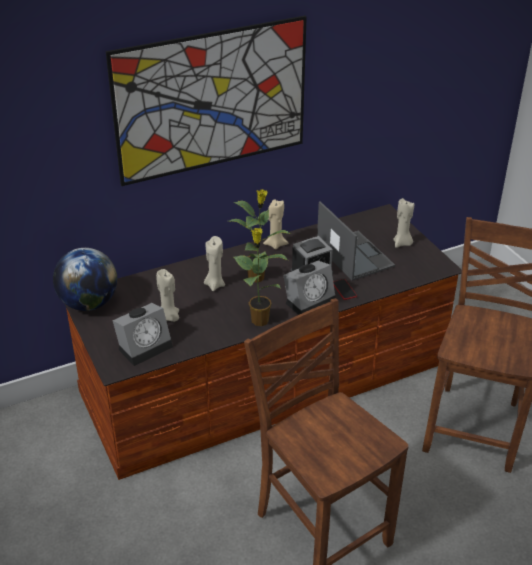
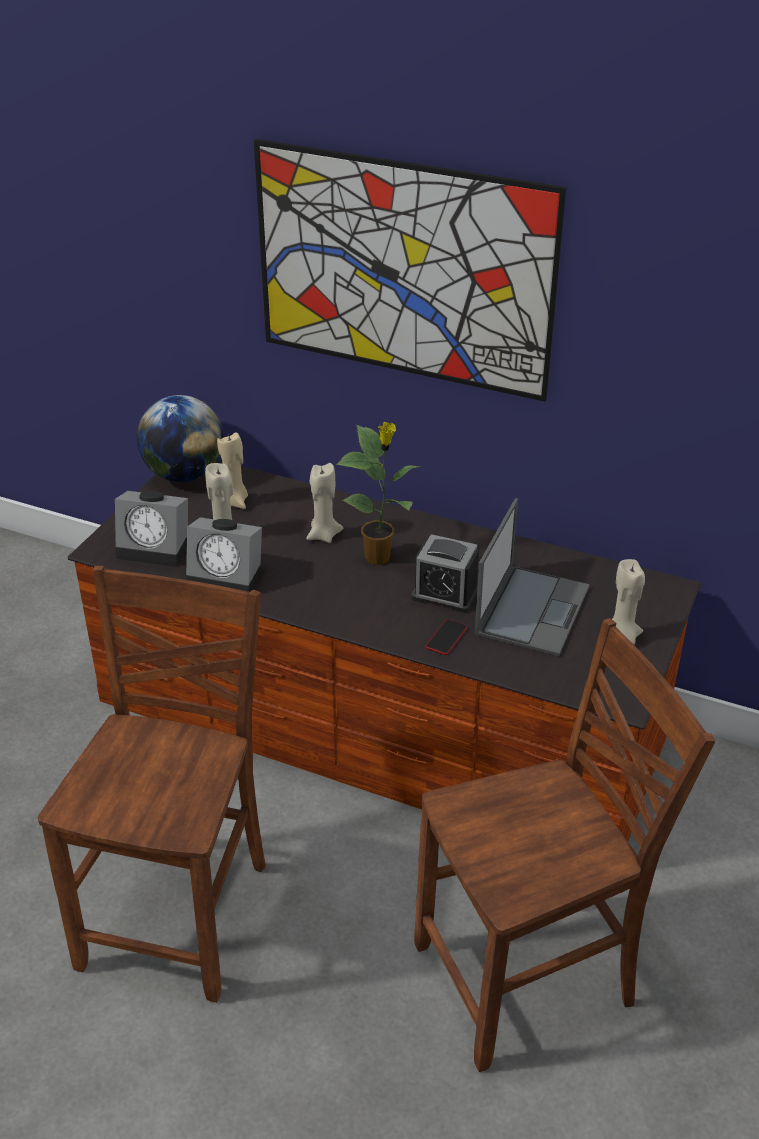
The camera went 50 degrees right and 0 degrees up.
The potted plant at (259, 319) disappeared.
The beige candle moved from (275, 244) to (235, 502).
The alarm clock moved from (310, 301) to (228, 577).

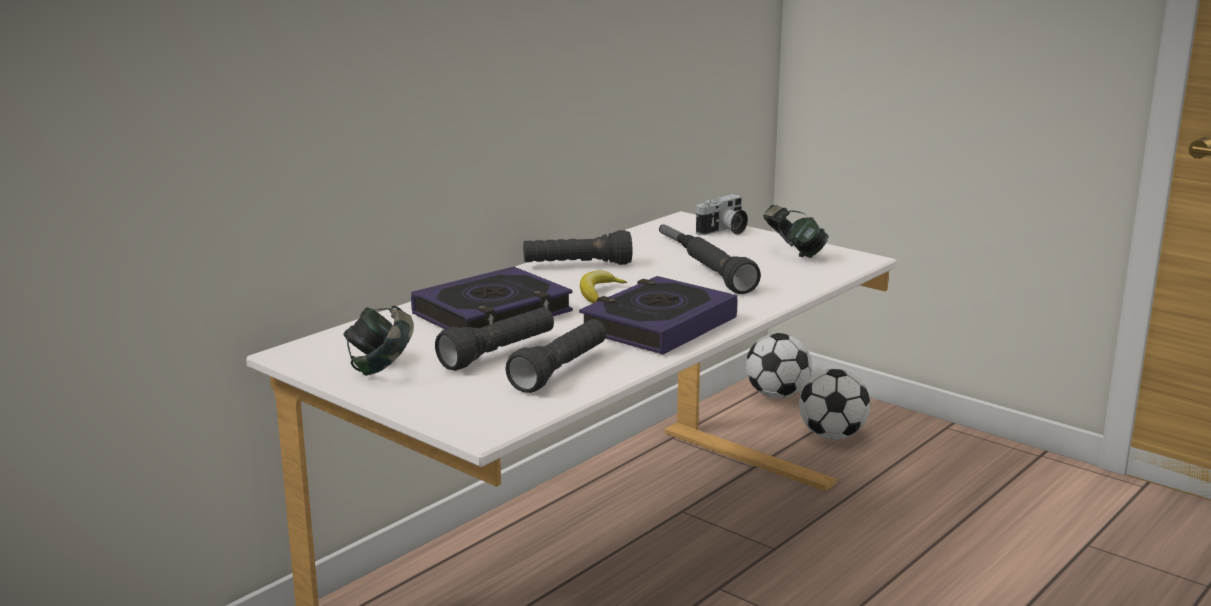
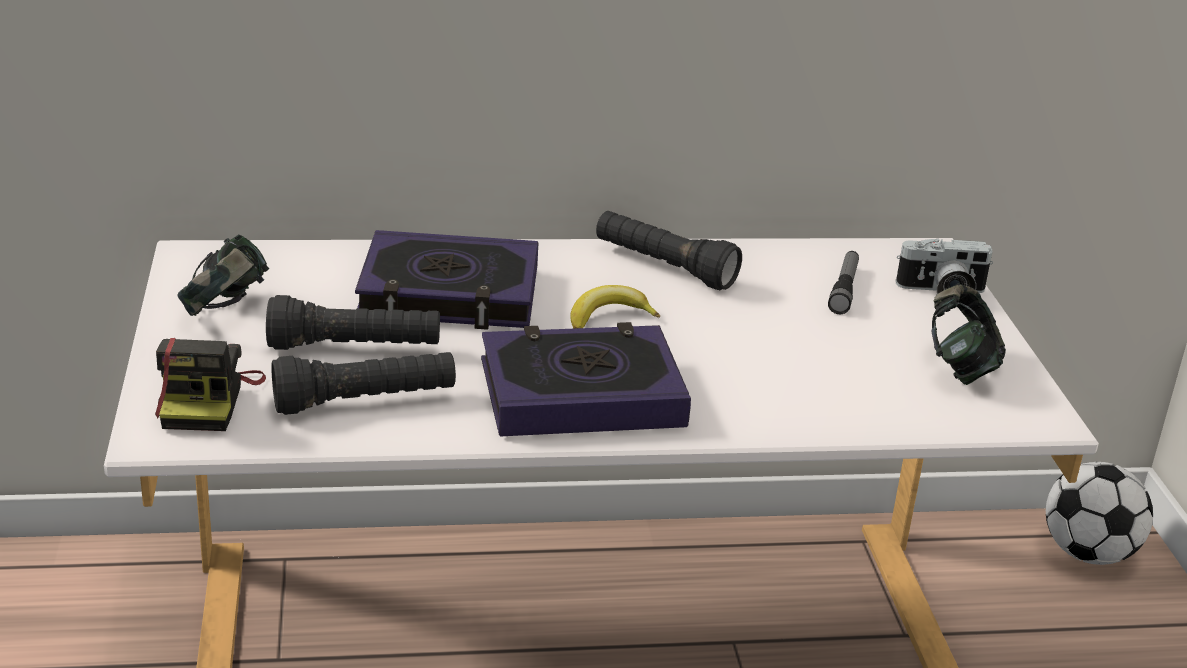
The camera went 40 degrees right and 10 degrees up.
The black flashlight at (719, 278) disappeared.
The football at (832, 436) disappeared.
The photo camera at (207, 400) appeared.

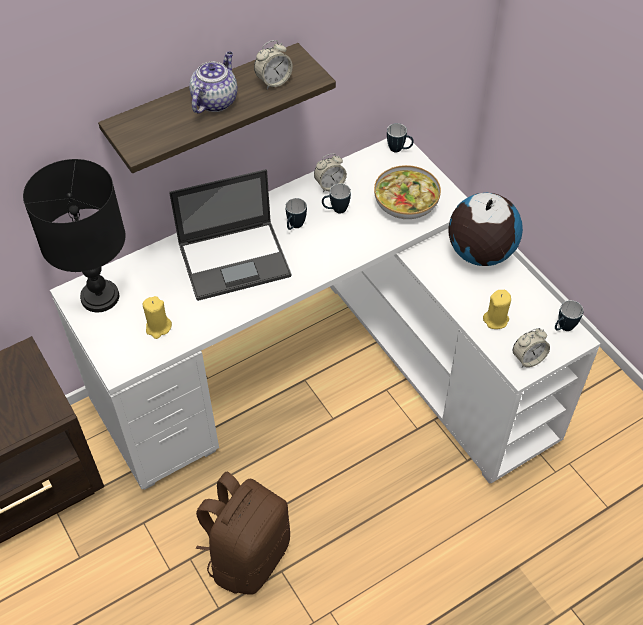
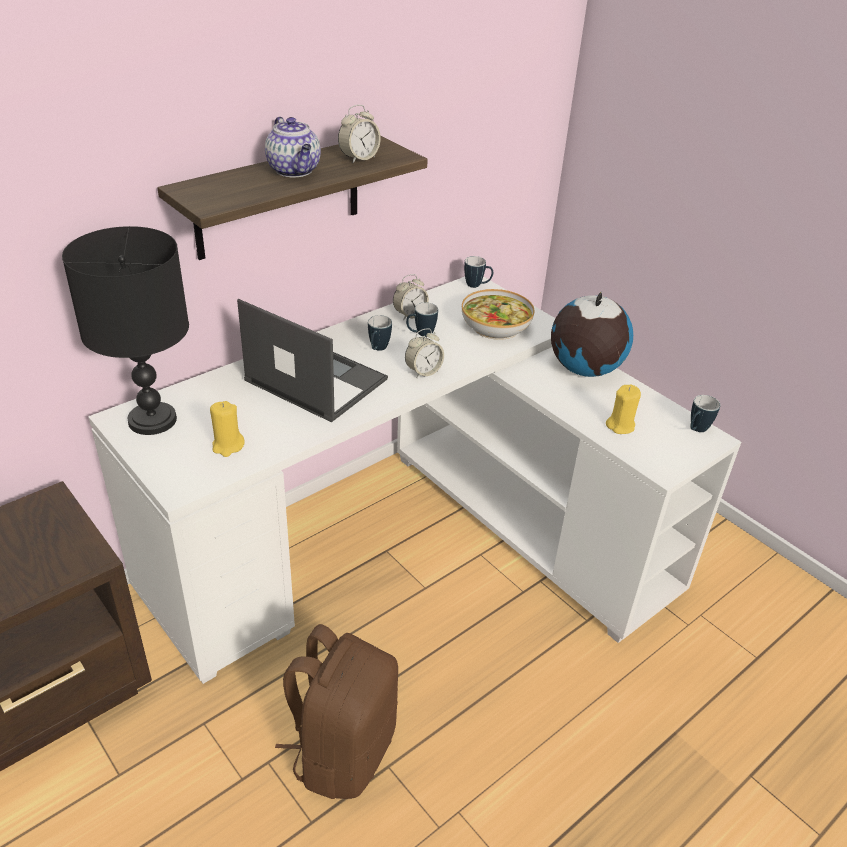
The camera went 10 degrees left and 15 degrees down.
The alarm clock moved from (528, 359) to (423, 371).
The laptop at (235, 259) turned 120 degrees counterclockwise.
The teapot at (215, 101) turned 135 degrees clockwise.

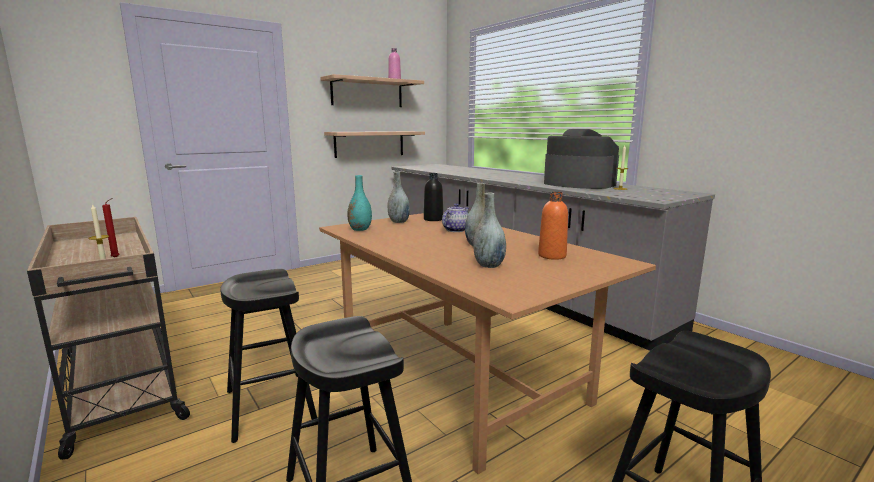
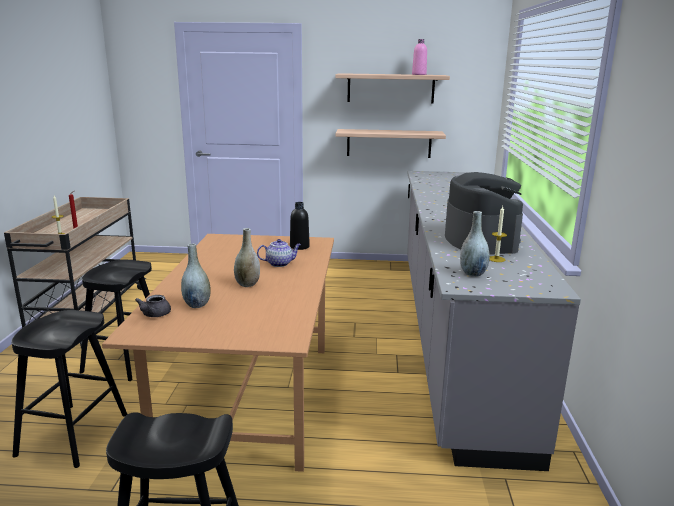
The camera went 40 degrees right and 5 degrees up.
The turquoise vase at (360, 229) disappeared.
The orange bottle at (552, 256) disappeared.
The grey teapot at (154, 315) appeared.
The grey vase moved from (399, 221) to (473, 273).

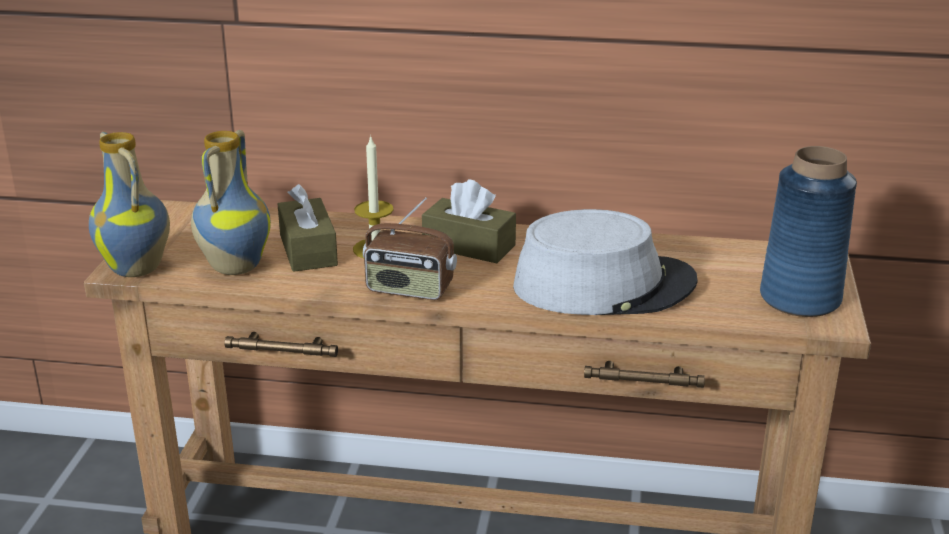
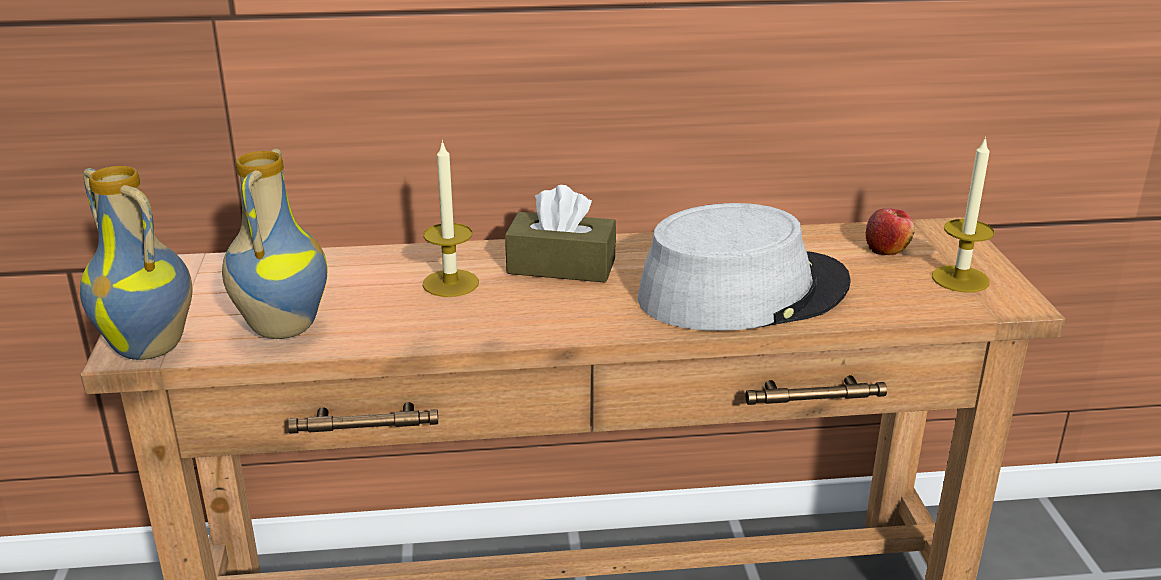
The camera went 15 degrees left and 0 degrees up.
The brown tissue box at (308, 250) disappeared.
The radio at (409, 290) disappeared.
The apple at (887, 249) appeared.
The blue vase at (799, 298) was replaced by the candle at (960, 279).

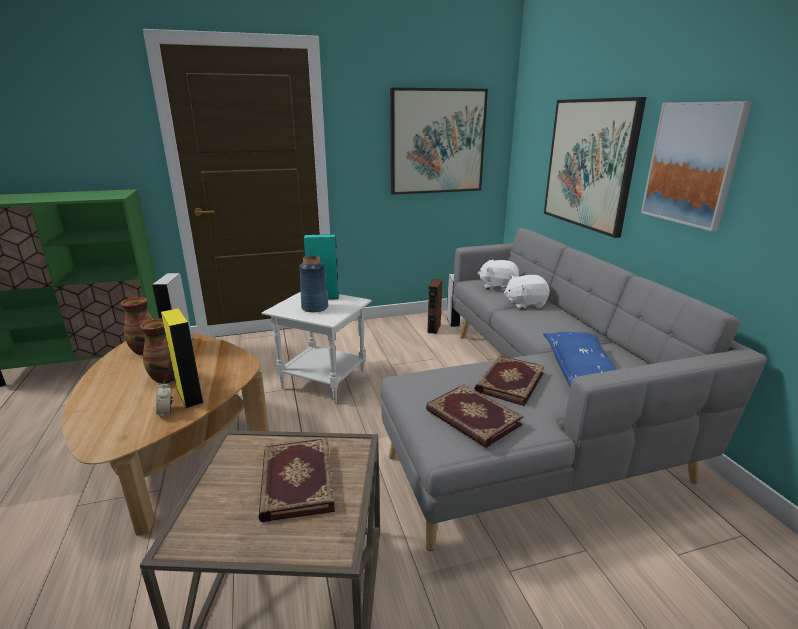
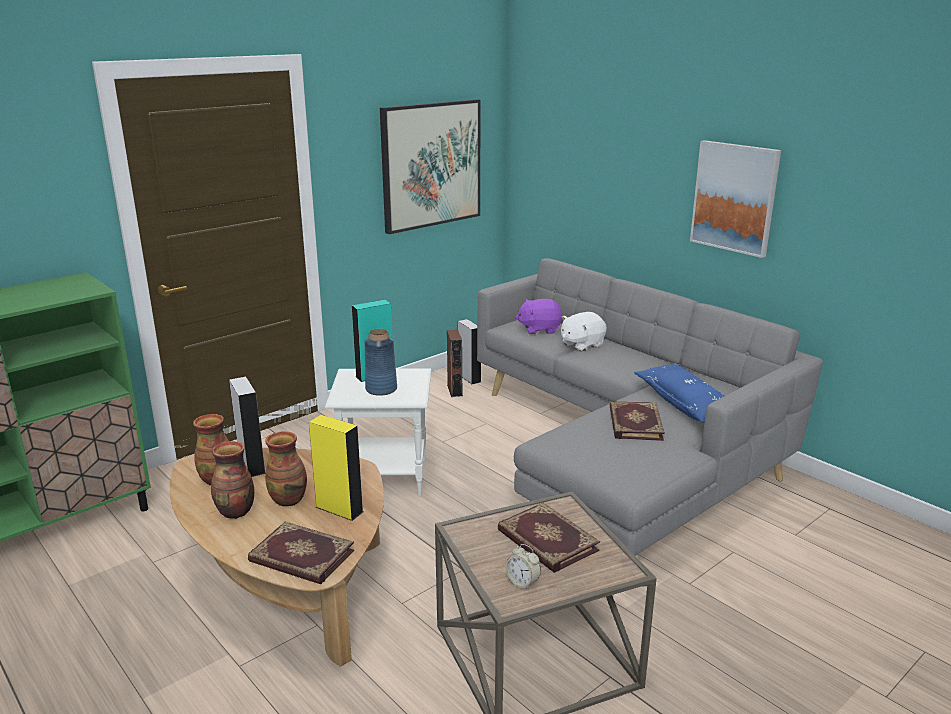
The camera went 25 degrees left and 0 degrees up.
The picture at (589, 164) disappeared.
The vase at (235, 512) appeared.
The alarm clock moved from (166, 412) to (522, 582).
The book moved from (472, 418) to (301, 557).
The white plush toy at (498, 287) became the purple plush toy at (539, 329).

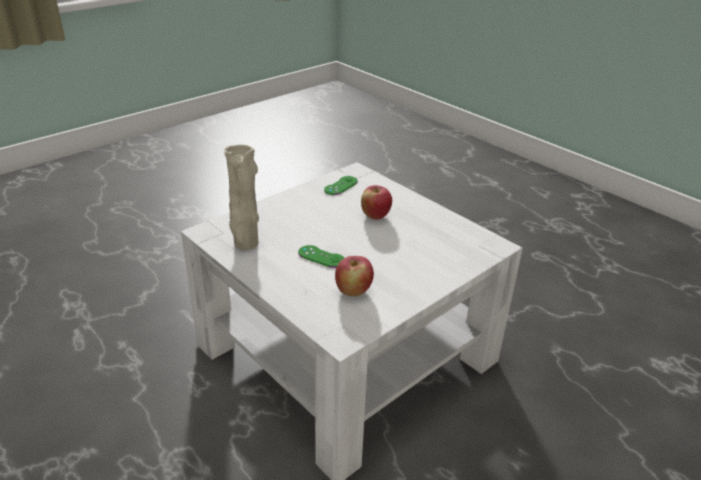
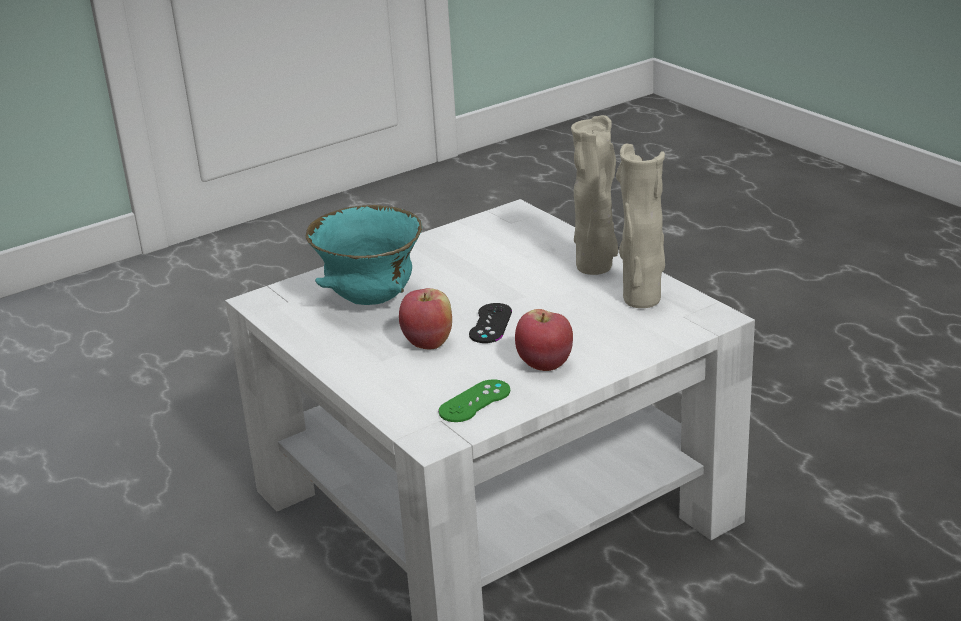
The camera went 170 degrees left and 5 degrees down.
The green game controller at (321, 257) disappeared.
The turquoise bowl at (371, 300) appeared.
The black game controller at (490, 323) appeared.
The beige vase at (596, 268) appeared.
The apple moved from (353, 291) to (545, 365).

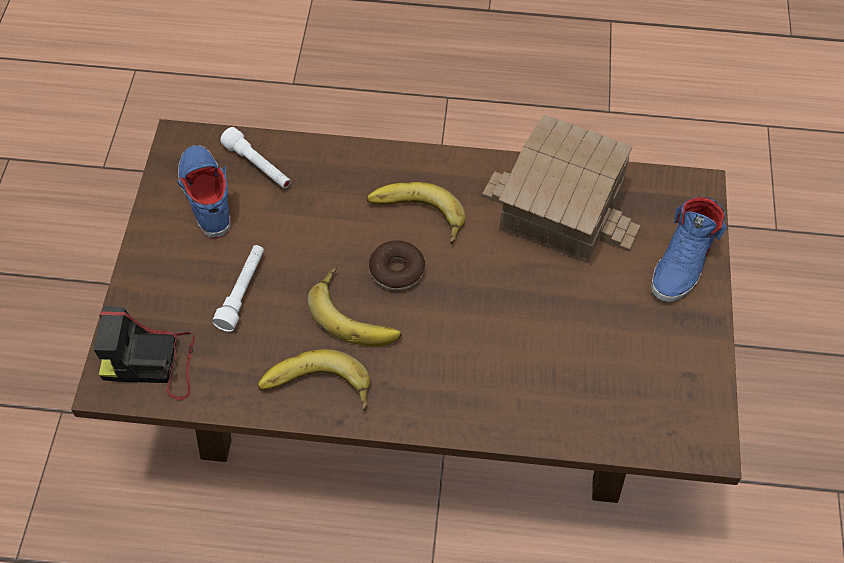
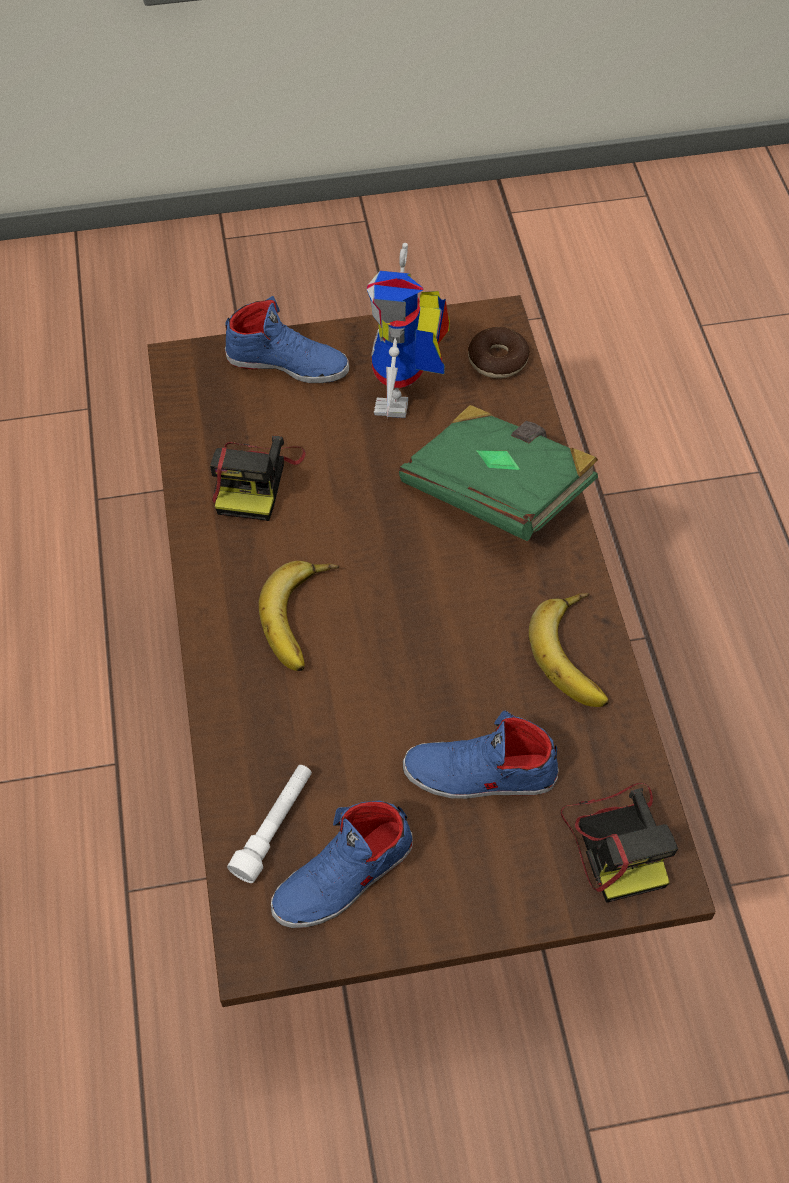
The camera went 105 degrees left and 0 degrees up.
The banana at (357, 313) disappeared.
The toy robot at (405, 398) appeared.
The green book at (497, 492) appeared.
The donut moved from (397, 270) to (498, 360).
The white flashlight at (242, 292) was replaced by the blue shoe at (479, 775).
The toy house at (559, 214) was replaced by the photo camera at (255, 479).

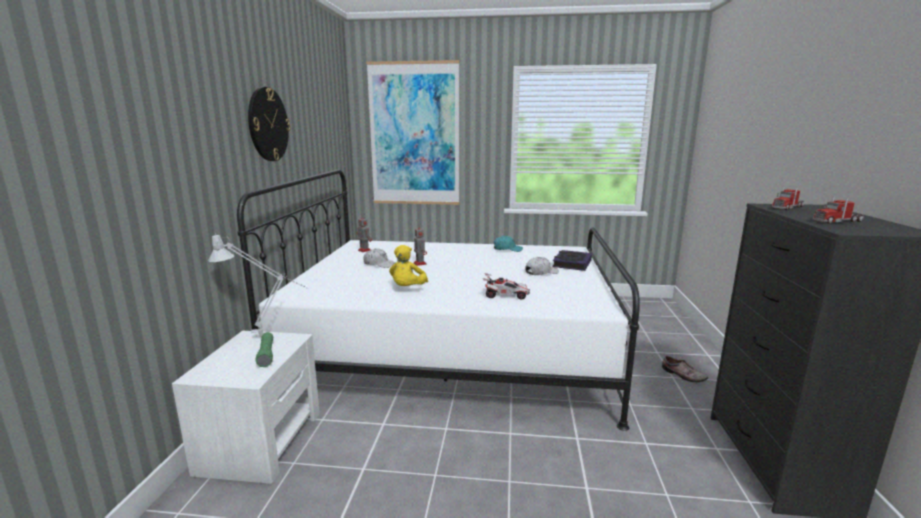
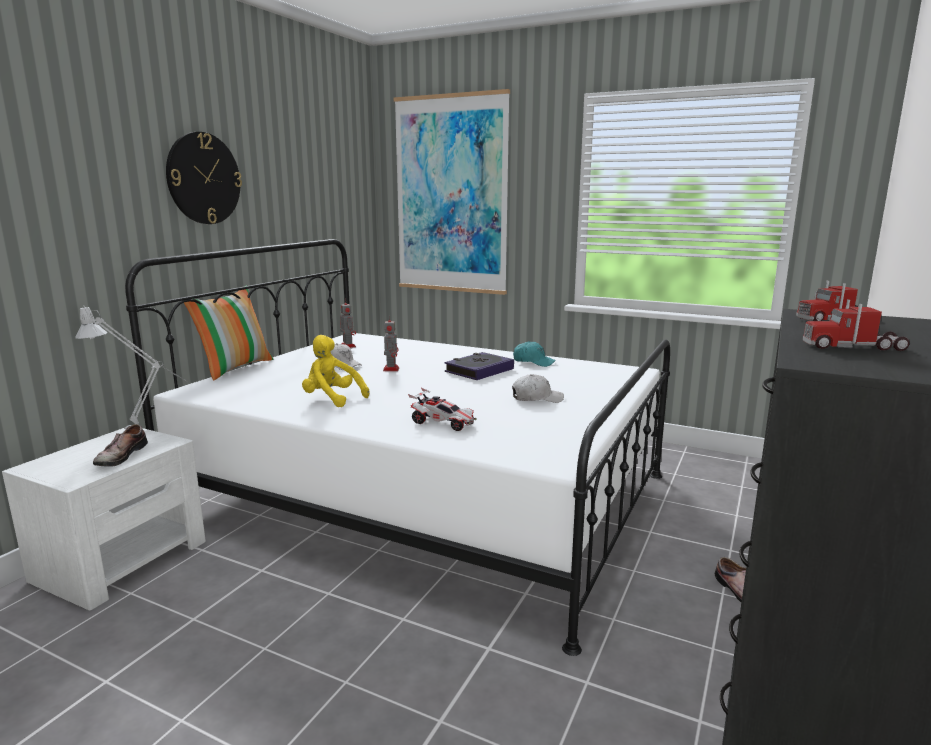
The camera went 20 degrees right and 0 degrees up.
The pillow at (235, 368) appeared.
The book moved from (572, 263) to (479, 371).
The green flashlight at (266, 355) was replaced by the shoe at (119, 456).
The yellow plush toy at (407, 289) turned 90 degrees clockwise.

